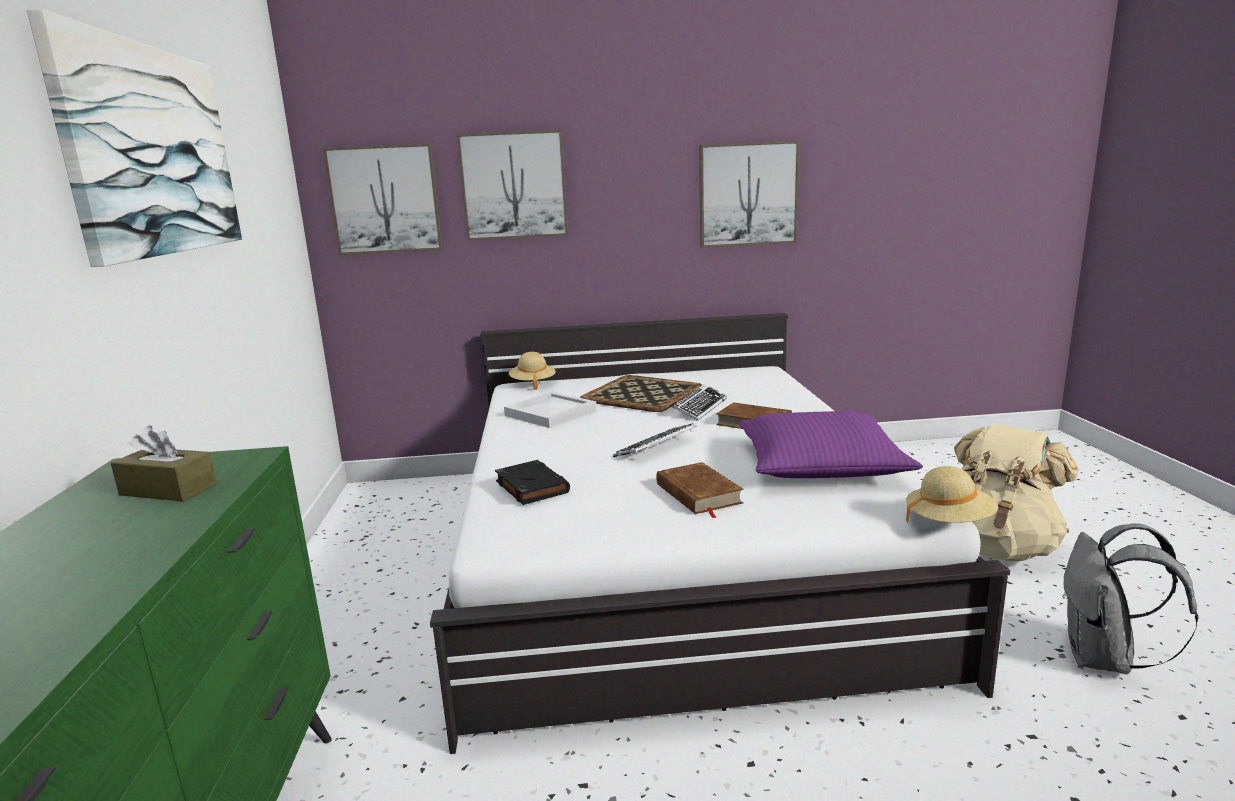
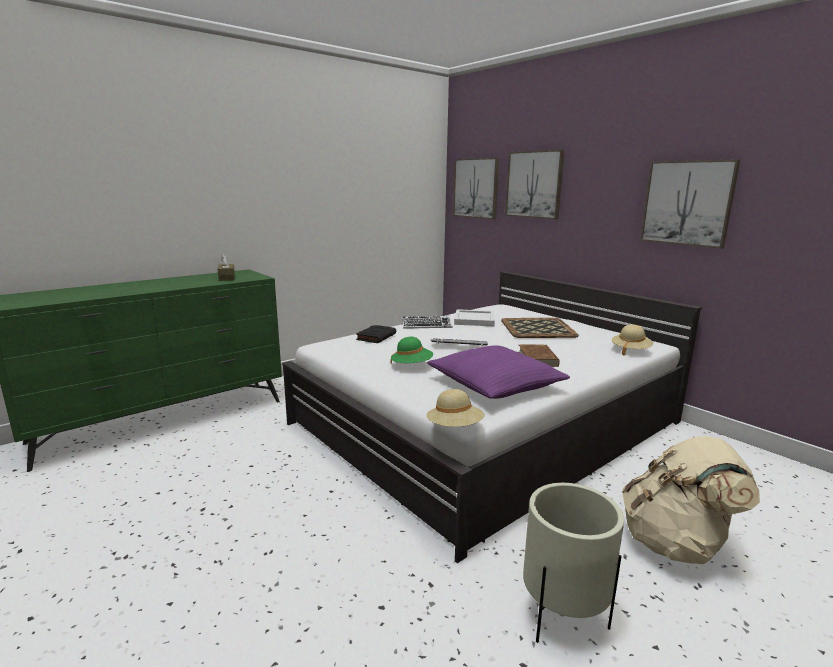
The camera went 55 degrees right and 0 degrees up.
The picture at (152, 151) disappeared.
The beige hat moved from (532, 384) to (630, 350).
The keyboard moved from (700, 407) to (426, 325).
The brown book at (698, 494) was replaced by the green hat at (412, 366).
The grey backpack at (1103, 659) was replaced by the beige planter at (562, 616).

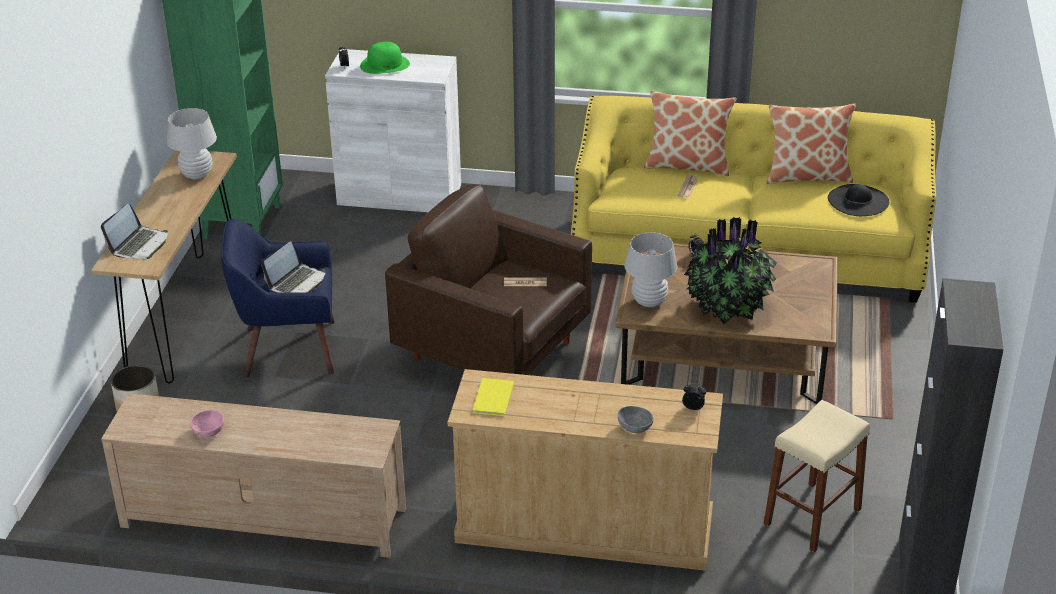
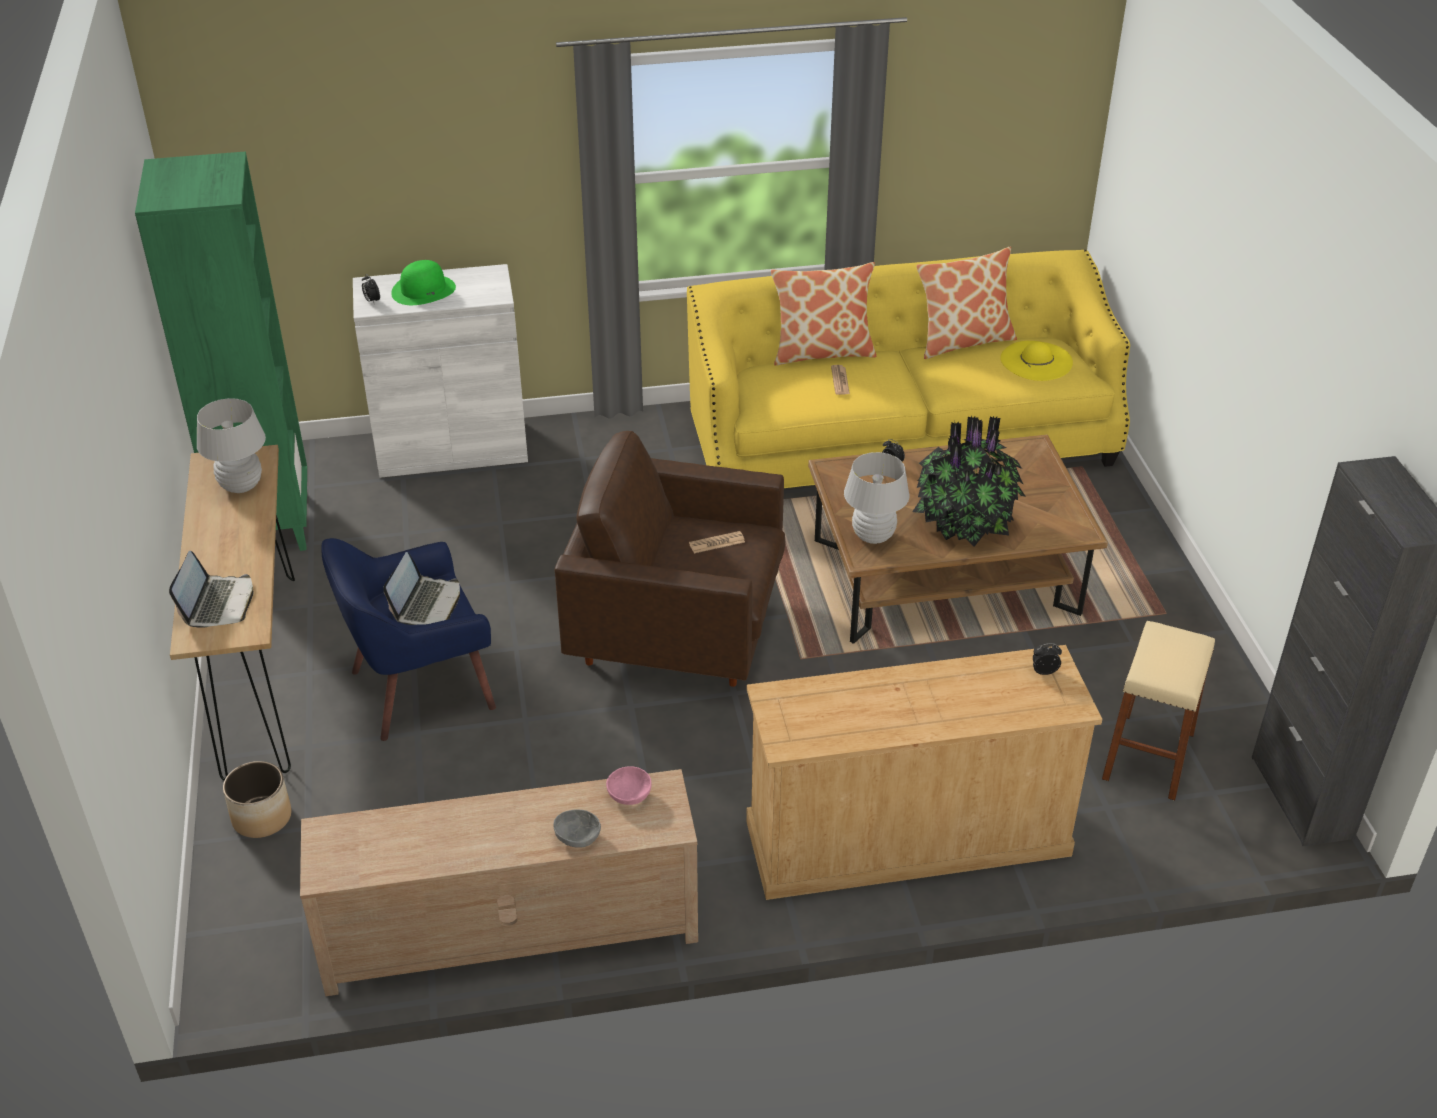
The camera went 20 degrees left and 5 degrees up.
The yellow book at (491, 399) disappeared.
The pink bowl moved from (208, 432) to (629, 796).
The grey bowl moved from (635, 427) to (578, 837).
The black hat at (858, 200) became the yellow hat at (1036, 361).

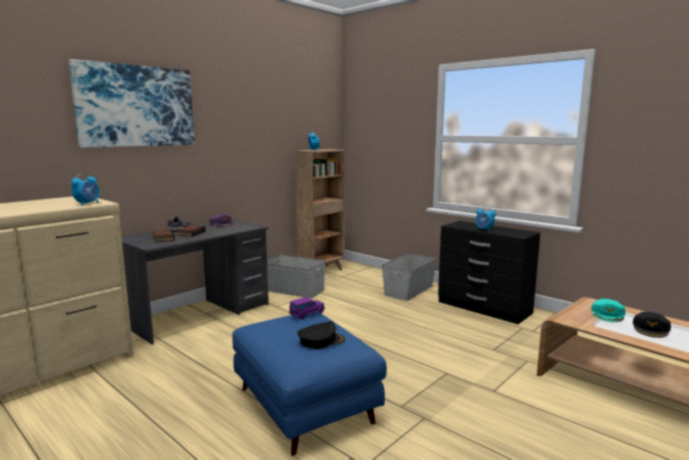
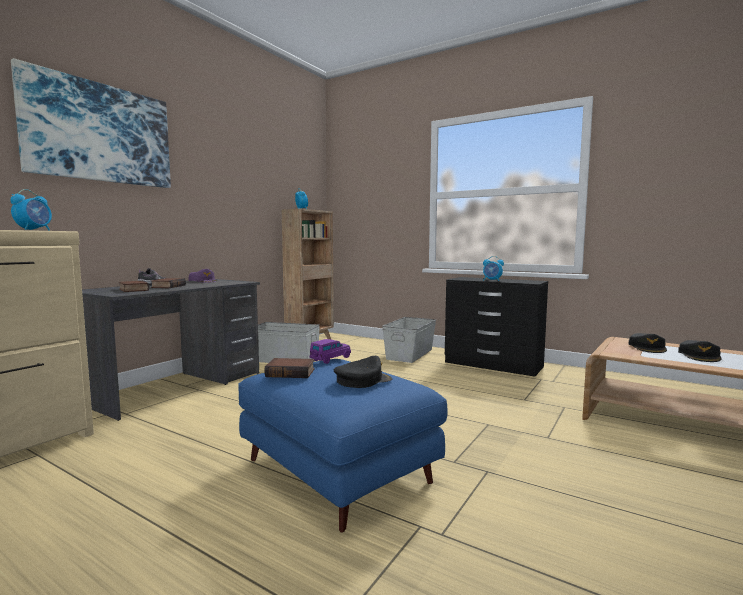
The camera went 10 degrees left and 5 degrees down.
The book at (291, 372) appeared.
The turquoise cap at (608, 314) became the black cap at (647, 347).

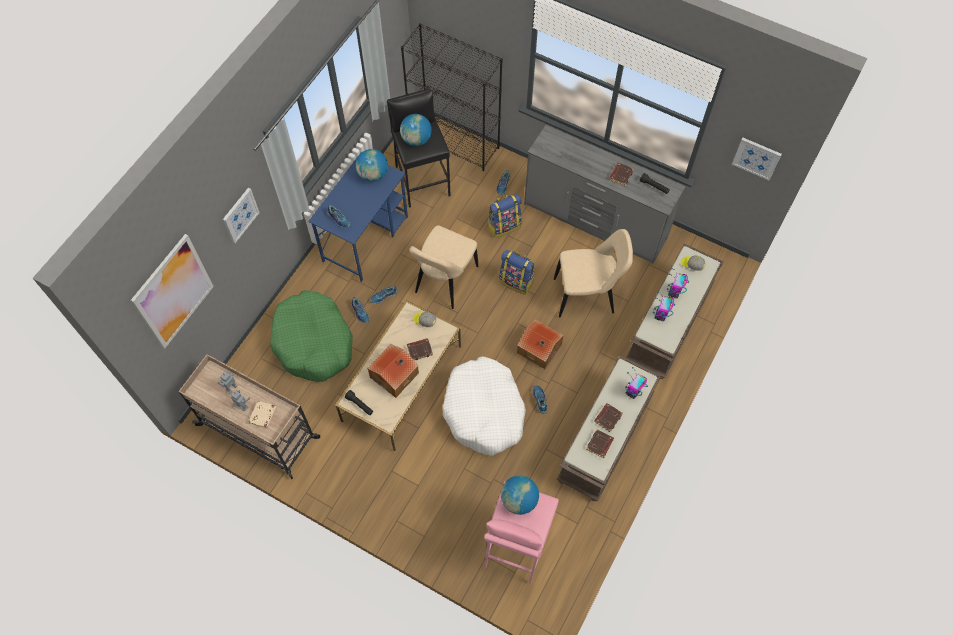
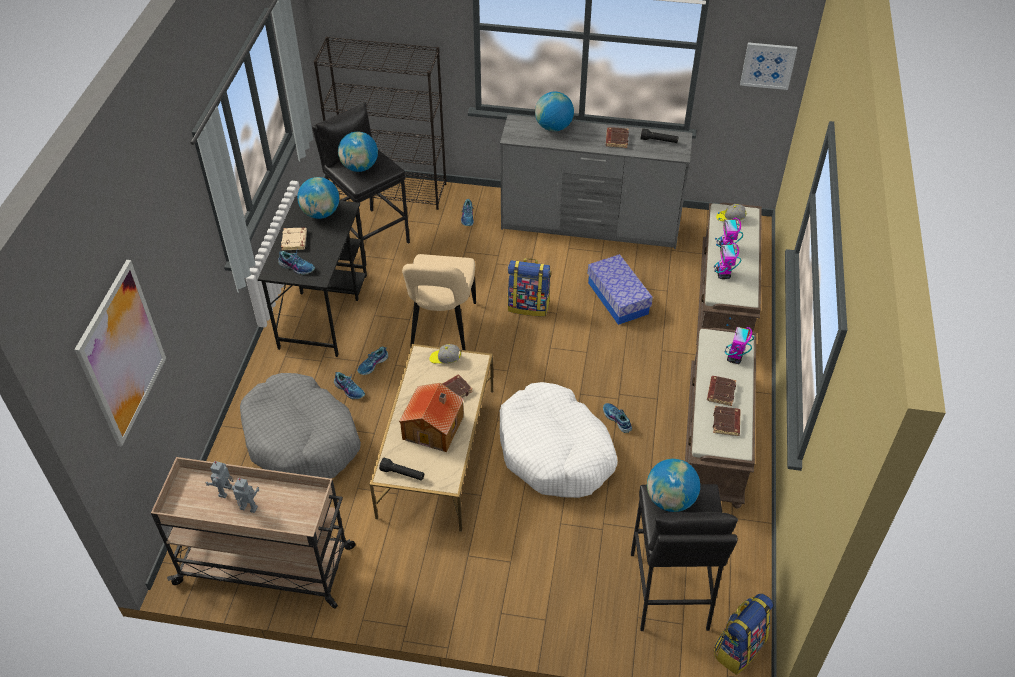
The camera went 20 degrees left and 15 degrees down.
The picture at (240, 215) disappeared.
The toy house at (539, 349) disappeared.
The globe at (553, 127) appeared.
The beige book moved from (263, 416) to (295, 241).
The backpack moved from (504, 225) to (738, 648).
The beige chair at (587, 296) was replaced by the storage box at (618, 298).
The green dog bed at (313, 342) became the grey dog bed at (301, 439).
The blue desk at (366, 238) became the black desk at (324, 310).
The pink stool at (516, 545) became the black stool at (669, 591).

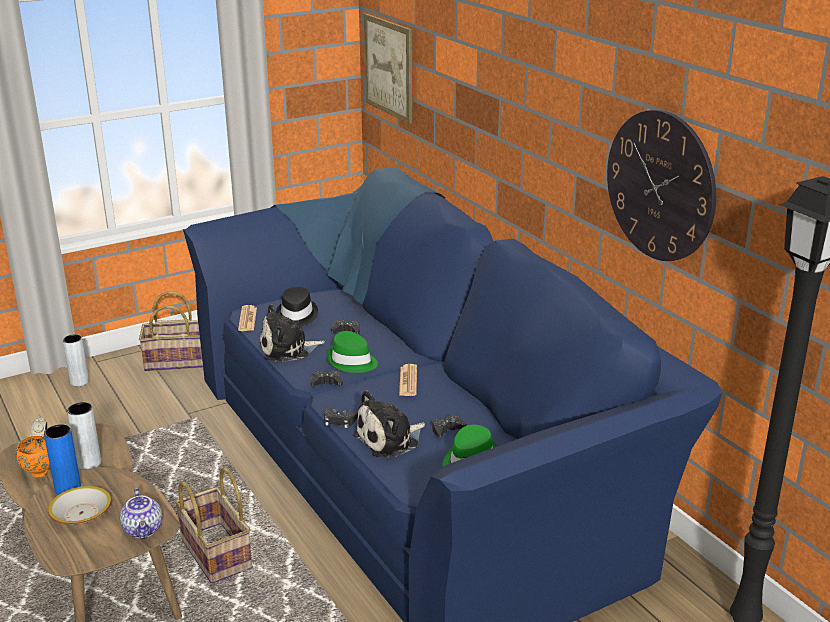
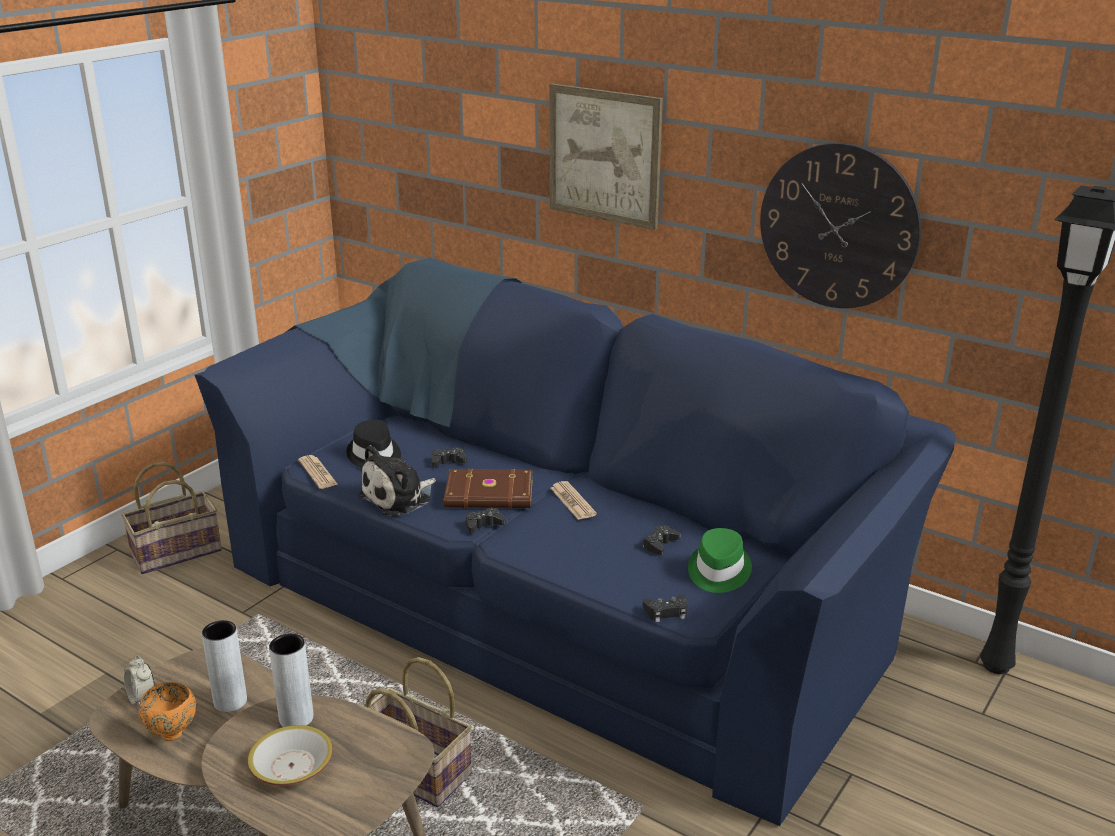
The camera went 25 degrees left and 0 degrees up.
The blue vase at (68, 488) disappeared.
The teapot at (144, 530) disappeared.
The plush toy at (390, 440) disappeared.
The grey vase moved from (79, 382) to (296, 718).
The black game controller moved from (339, 421) to (666, 612).
The picture moved from (389, 67) to (604, 155).
The green hat at (352, 361) was replaced by the brown book at (489, 494).

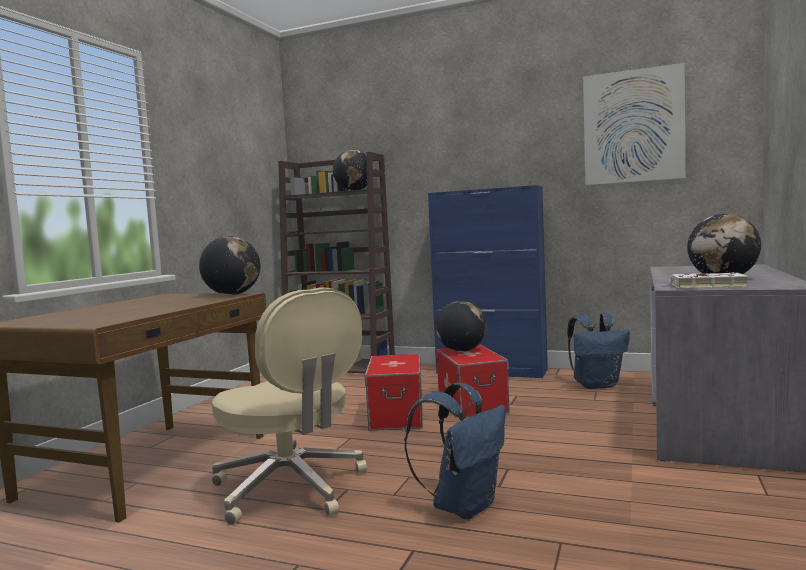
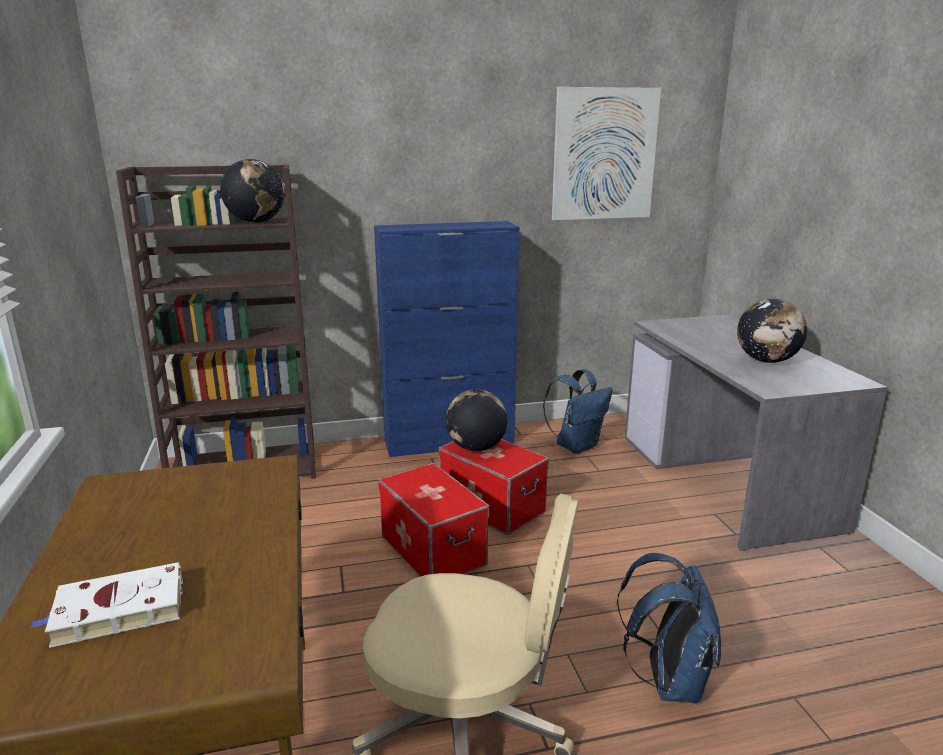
The camera went 35 degrees left and 15 degrees up.
The globe at (232, 294) disappeared.
The white book moved from (705, 286) to (115, 611).

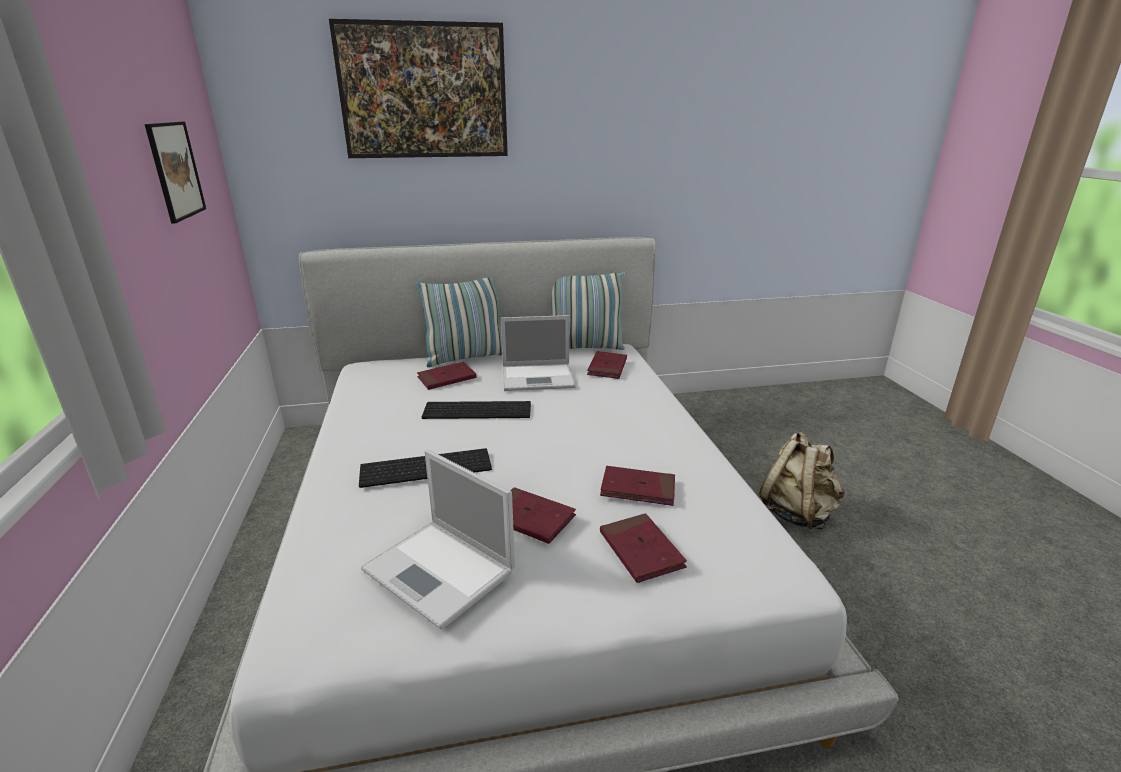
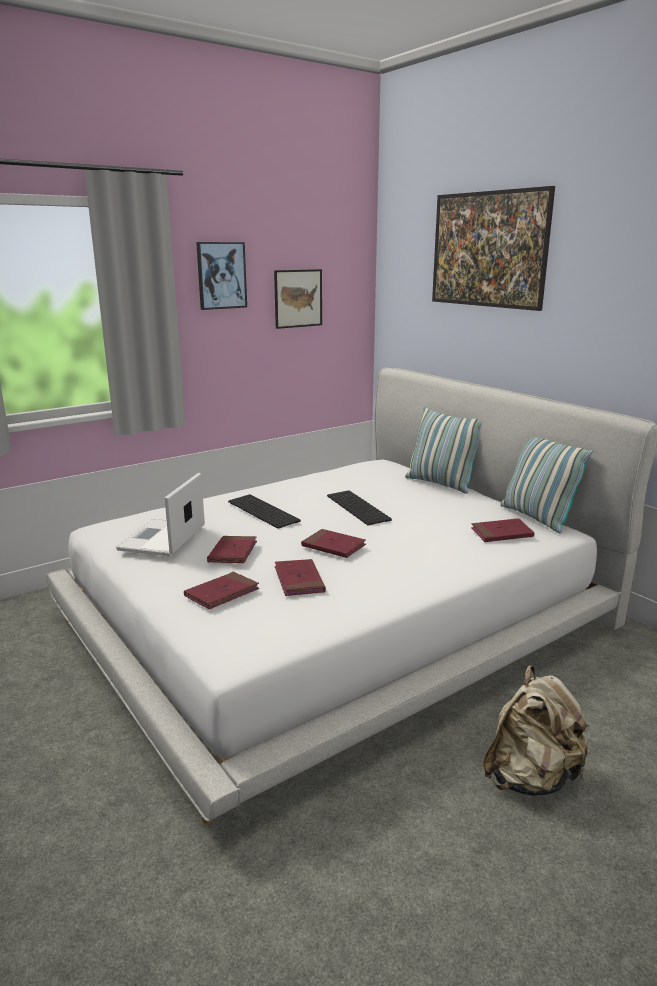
The camera went 65 degrees right and 5 degrees down.
The laptop at (539, 377) disappeared.
The picture at (221, 275) appeared.
The red book moved from (447, 378) to (333, 546).

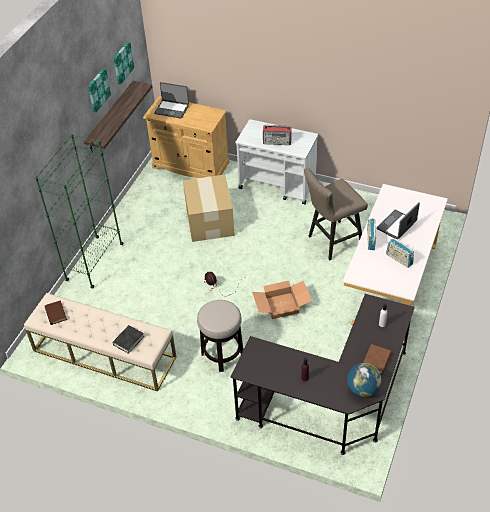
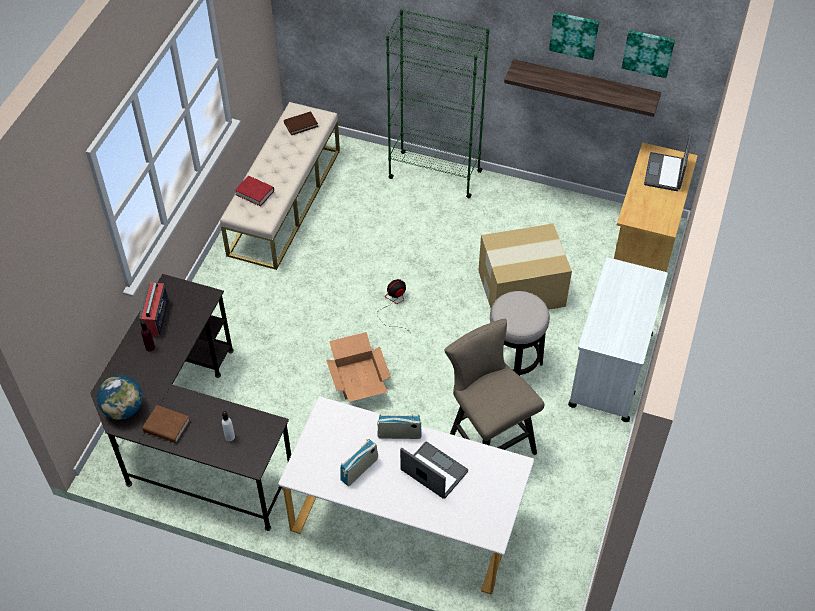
The camera went 85 degrees right and 5 degrees up.
The stool moved from (222, 354) to (514, 363).
The radio moved from (277, 141) to (156, 318).
The black book at (128, 341) became the red book at (255, 193).

